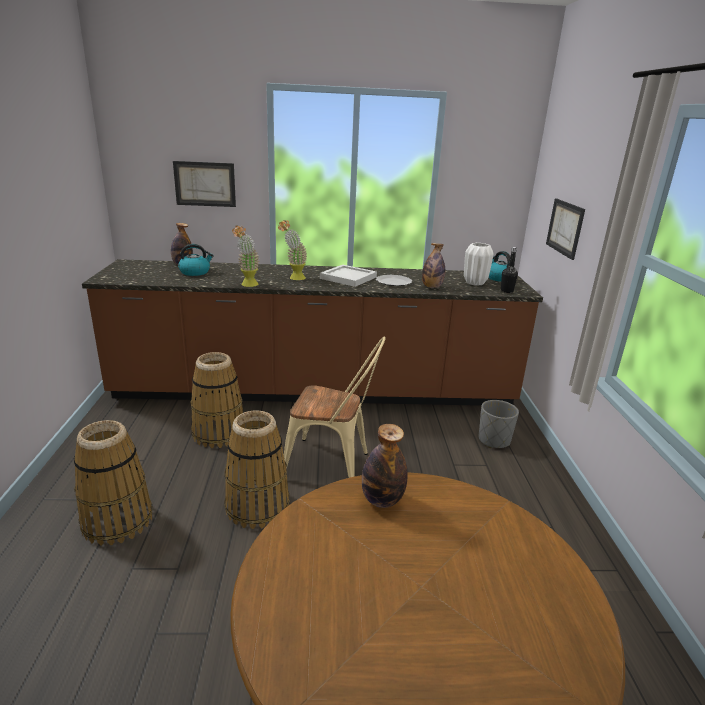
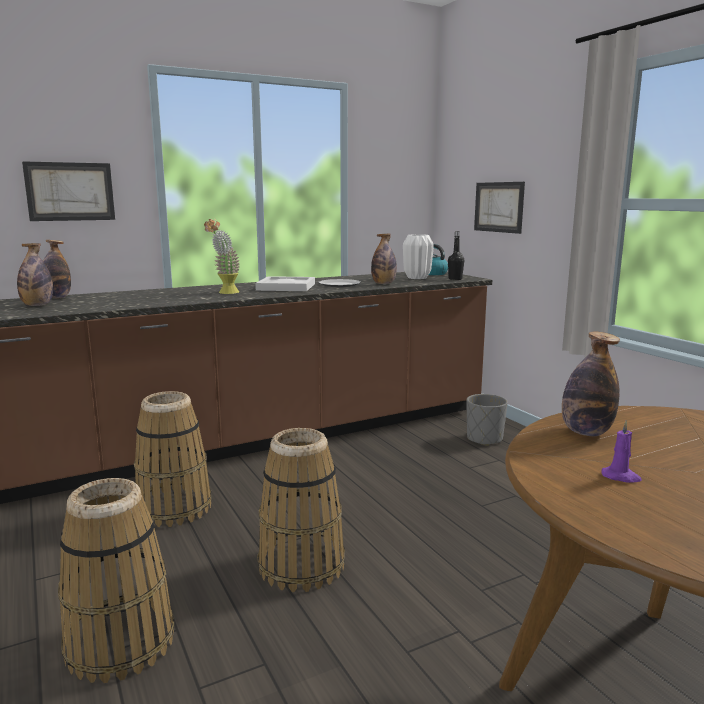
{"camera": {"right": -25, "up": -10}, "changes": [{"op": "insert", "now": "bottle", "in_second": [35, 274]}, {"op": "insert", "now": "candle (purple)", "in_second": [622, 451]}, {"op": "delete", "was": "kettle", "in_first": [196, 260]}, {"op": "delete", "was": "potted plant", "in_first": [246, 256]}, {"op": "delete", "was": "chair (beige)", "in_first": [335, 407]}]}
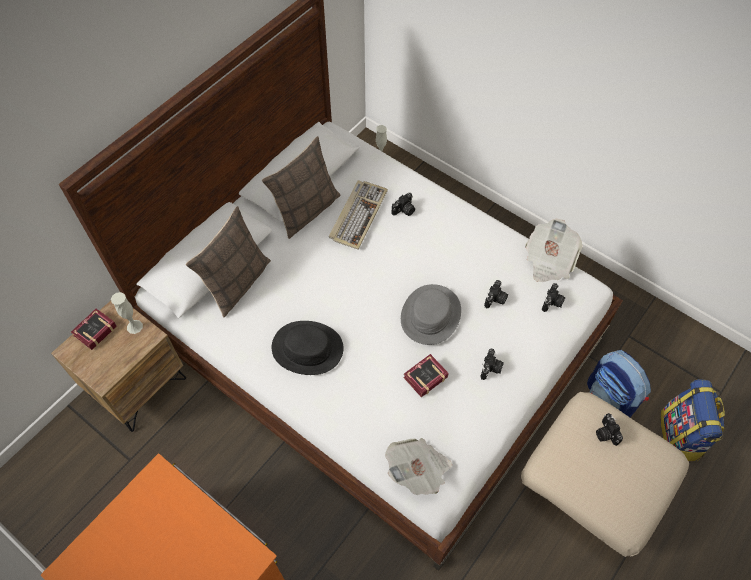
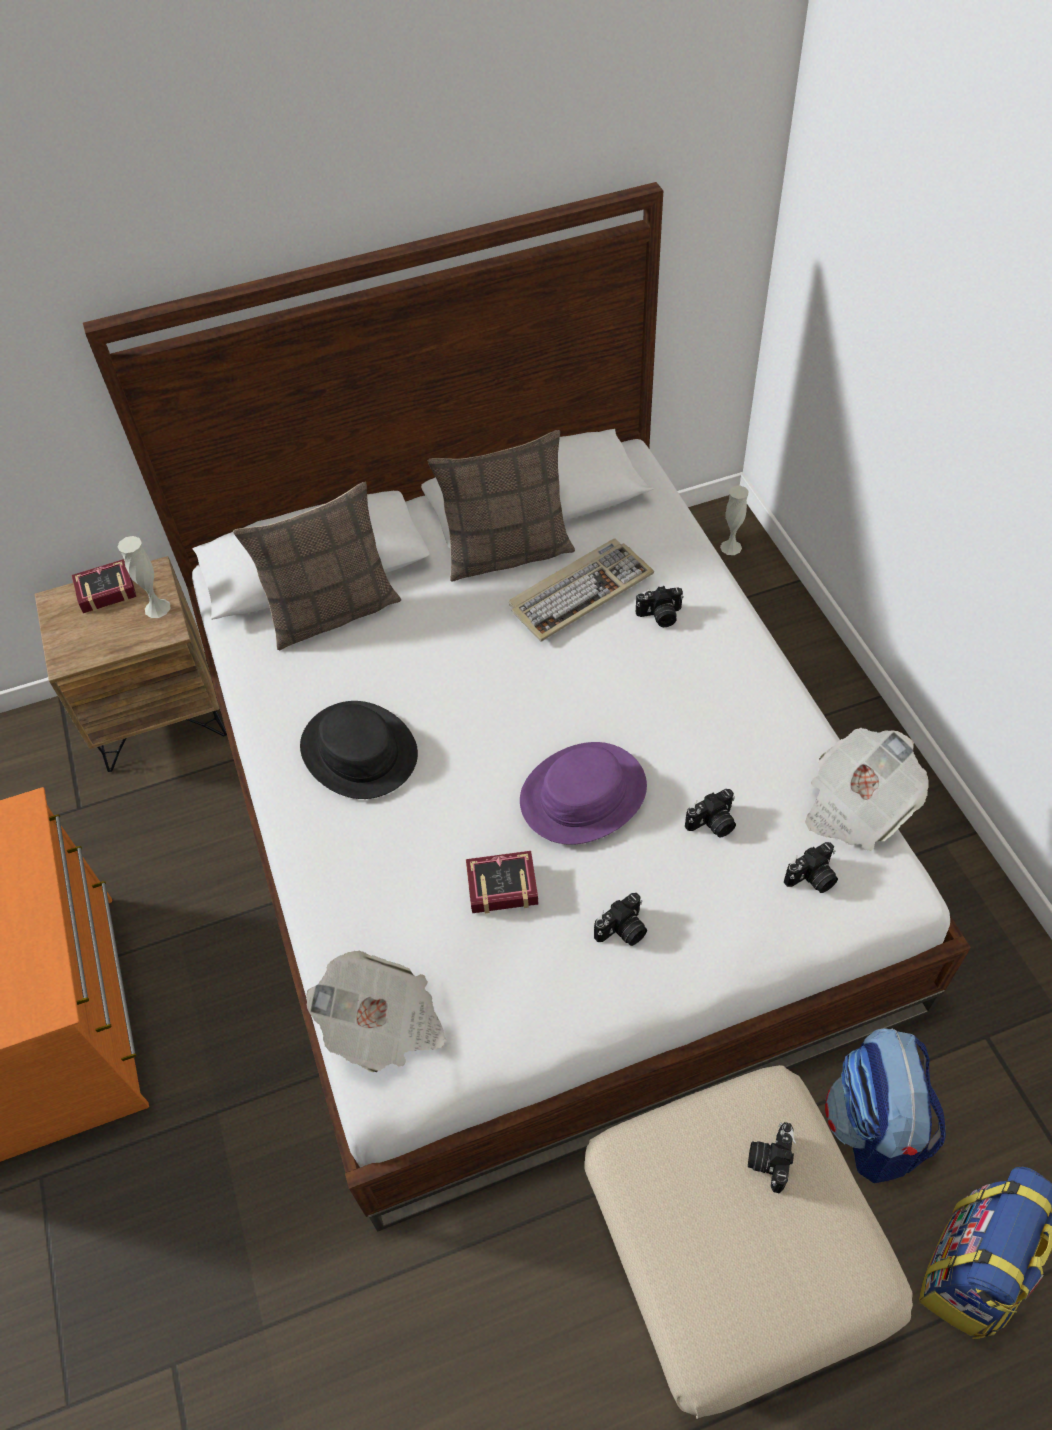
{"camera": {"right": 35, "up": -5}, "changes": [{"op": "recolor", "was": "hat (grey)", "now": "hat (purple)", "in_first": [431, 314], "in_second": [583, 793]}]}
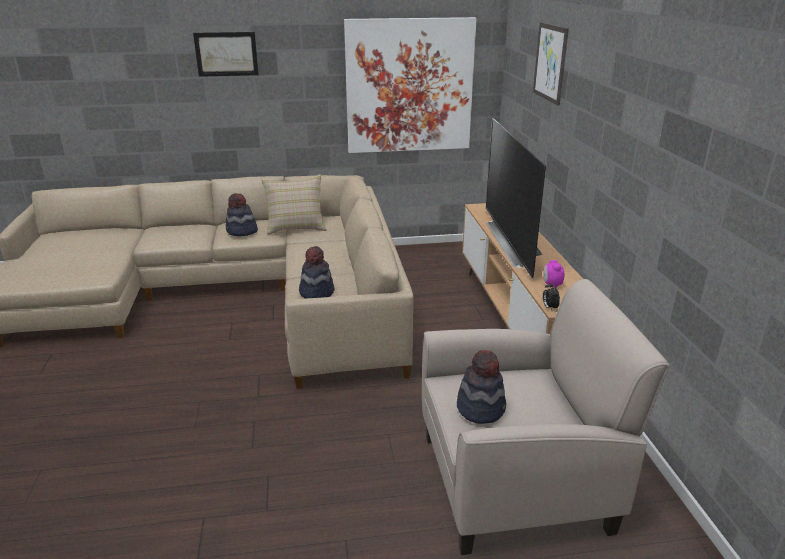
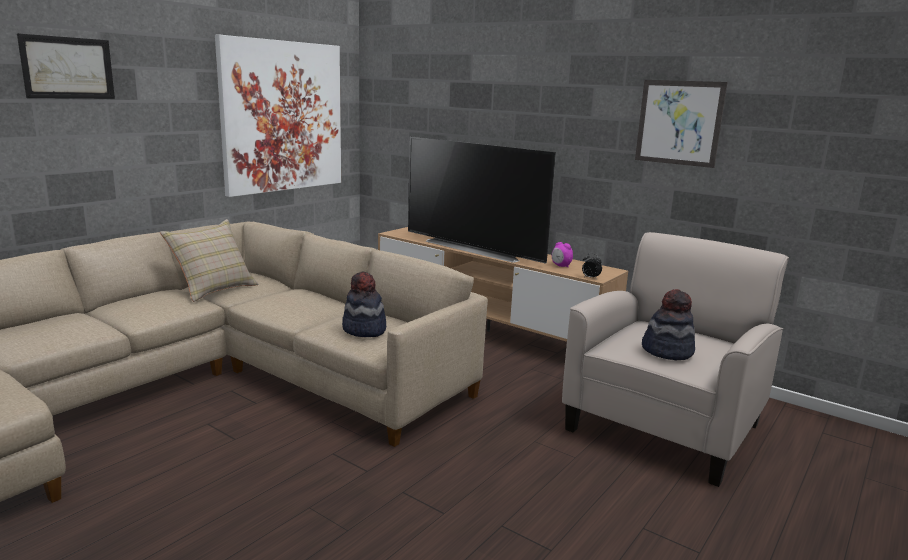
{"camera": {"right": -45, "up": -10}, "changes": [{"op": "move", "was": "picture", "in_first": [551, 64], "in_second": [681, 124]}, {"op": "delete", "was": "hat", "in_first": [242, 214]}]}
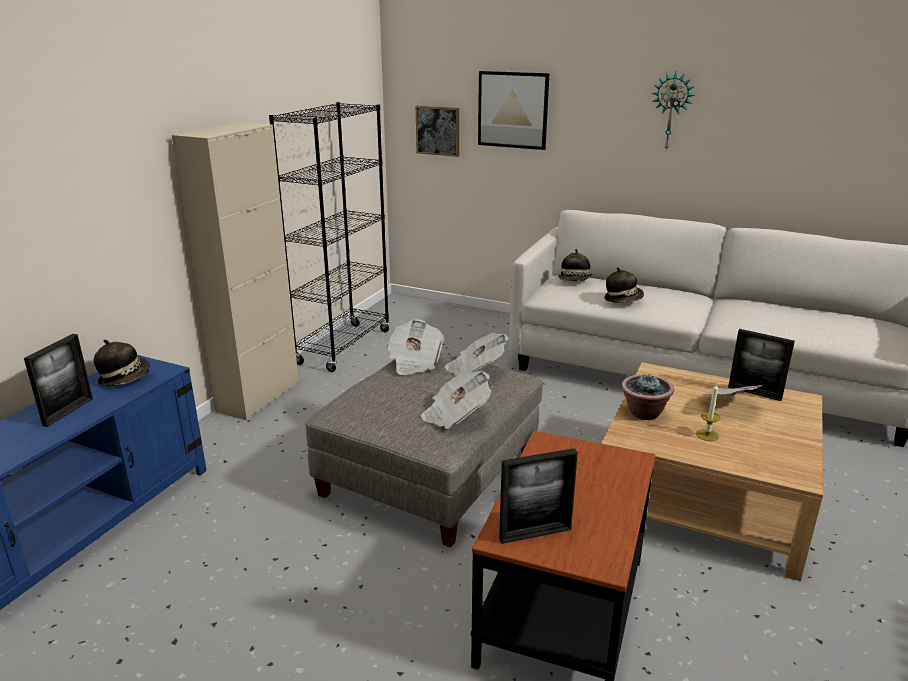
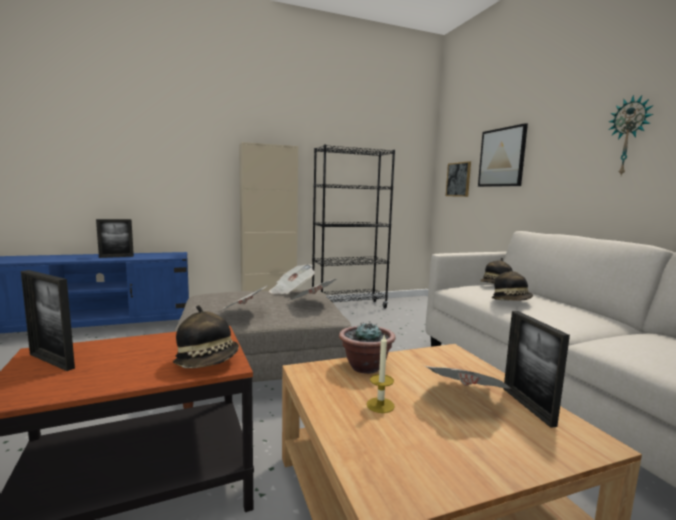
{"camera": {"right": 45, "up": -15}, "changes": [{"op": "move", "was": "hat", "in_first": [122, 362], "in_second": [206, 336]}]}
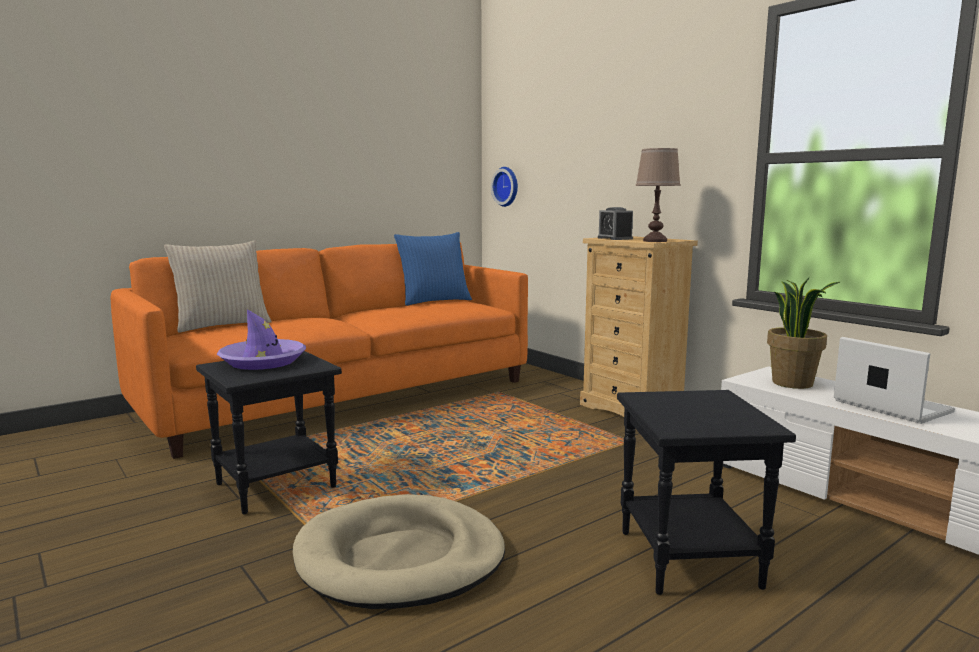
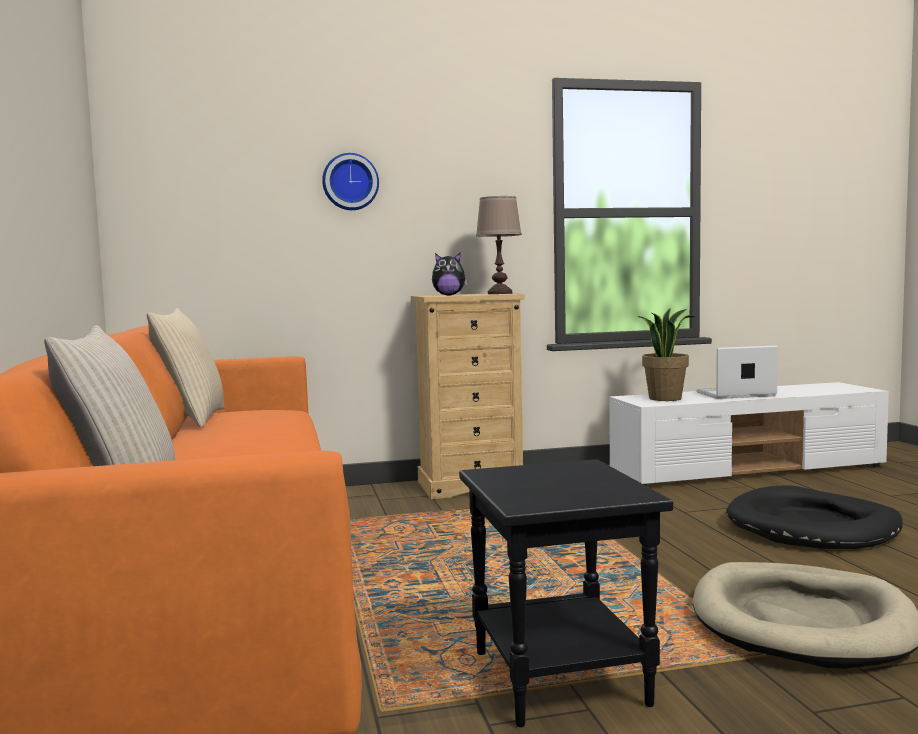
{"camera": {"right": -65, "up": -5}, "changes": [{"op": "recolor", "was": "pillow (blue)", "now": "pillow (beige)", "in_first": [433, 269], "in_second": [186, 368]}, {"op": "move", "was": "wall clock", "in_first": [504, 187], "in_second": [350, 181]}, {"op": "replace", "was": "alarm clock", "now": "plush toy", "in_first": [615, 223], "in_second": [450, 274]}, {"op": "replace", "was": "side table (black)", "now": "dog bed (black)", "in_first": [706, 492], "in_second": [814, 517]}, {"op": "delete", "was": "hat (purple)", "in_first": [261, 339]}]}
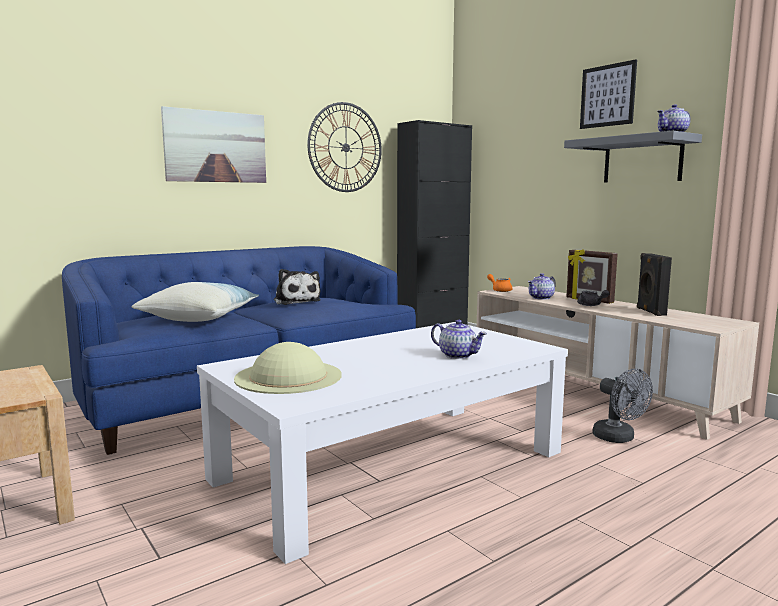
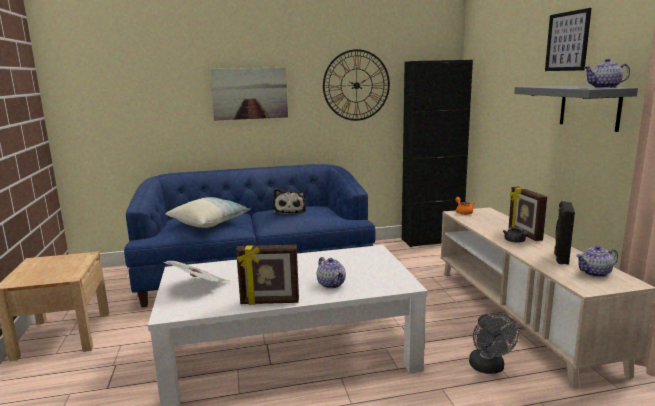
{"camera": {"right": 25, "up": 5}, "changes": [{"op": "replace", "was": "hat (beige)", "now": "newspaper", "in_first": [288, 368], "in_second": [196, 271]}, {"op": "insert", "now": "picture frame", "in_second": [267, 275]}, {"op": "move", "was": "teapot", "in_first": [542, 286], "in_second": [597, 261]}]}
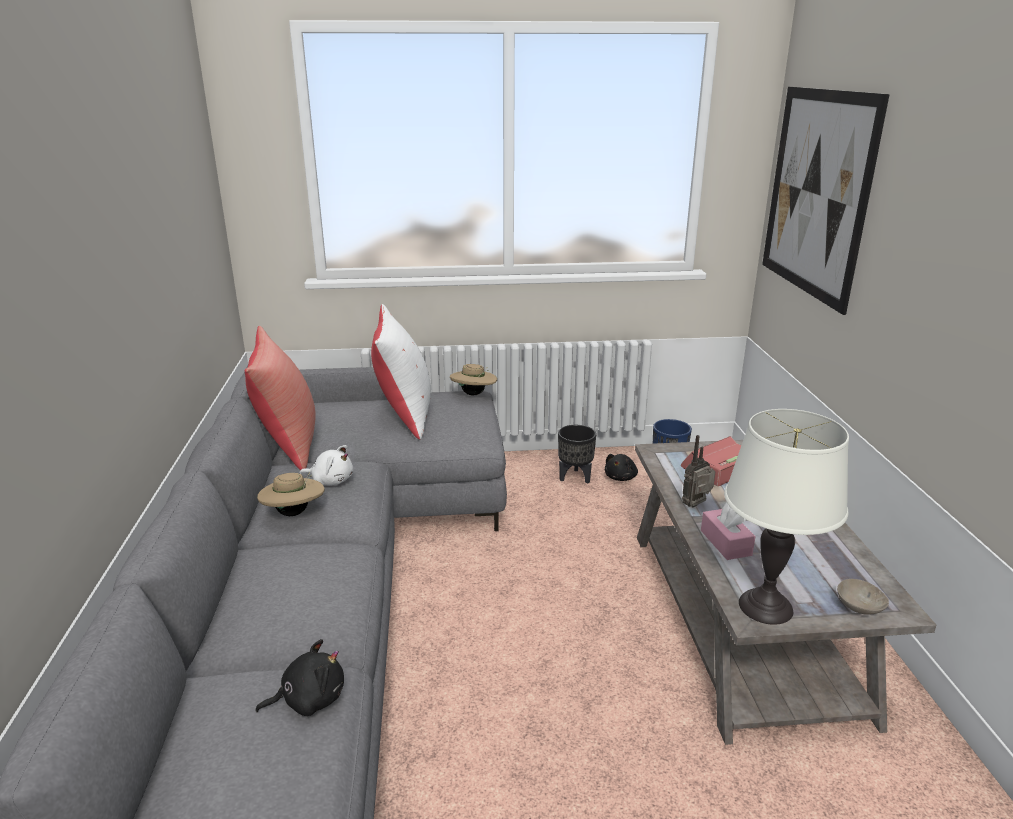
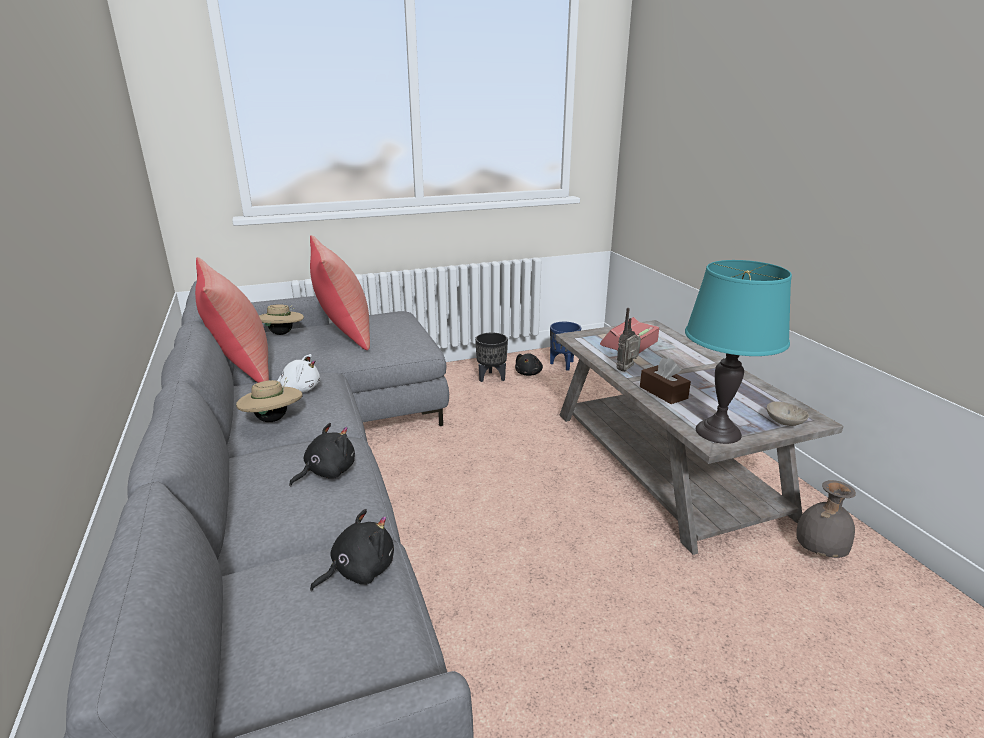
{"camera": {"right": -15, "up": 0}, "changes": [{"op": "move", "was": "hat (beige)", "in_first": [473, 380], "in_second": [281, 319]}, {"op": "insert", "now": "plush toy (black)", "in_second": [322, 454]}, {"op": "recolor", "was": "pillow (white)", "now": "pillow (red)", "in_first": [401, 371], "in_second": [340, 292]}, {"op": "recolor", "was": "tissue box (pink)", "now": "tissue box (brown)", "in_first": [728, 531], "in_second": [665, 381]}, {"op": "recolor", "was": "table lamp (white)", "now": "table lamp (turquoise)", "in_first": [786, 517], "in_second": [738, 352]}, {"op": "insert", "now": "vase (grey)", "in_second": [826, 519]}, {"op": "delete", "was": "picture", "in_first": [826, 201]}]}
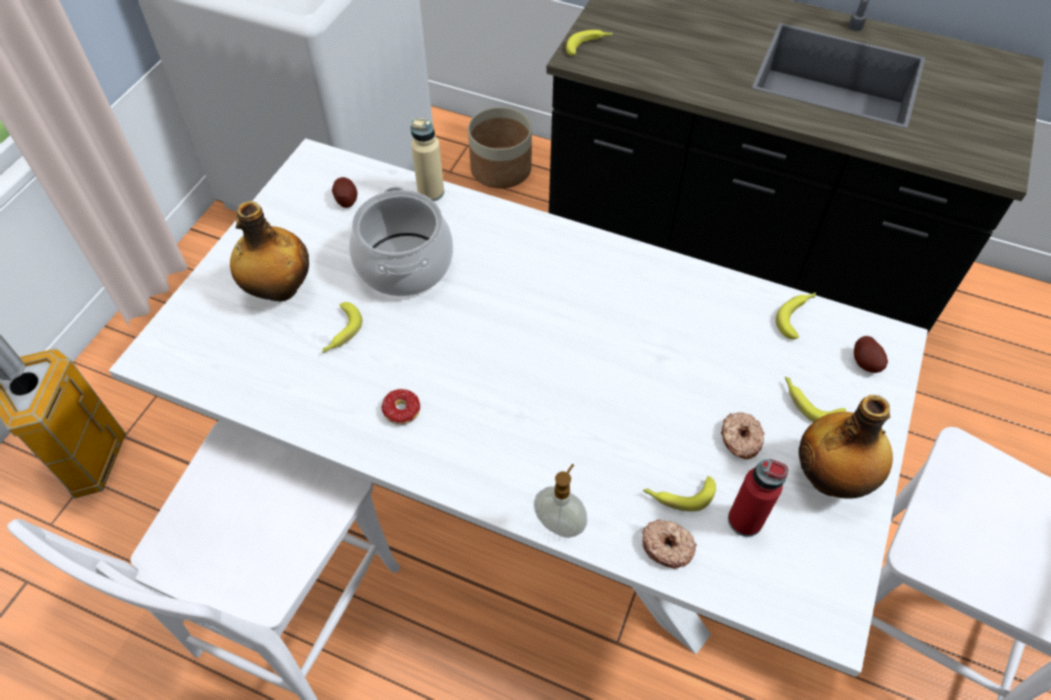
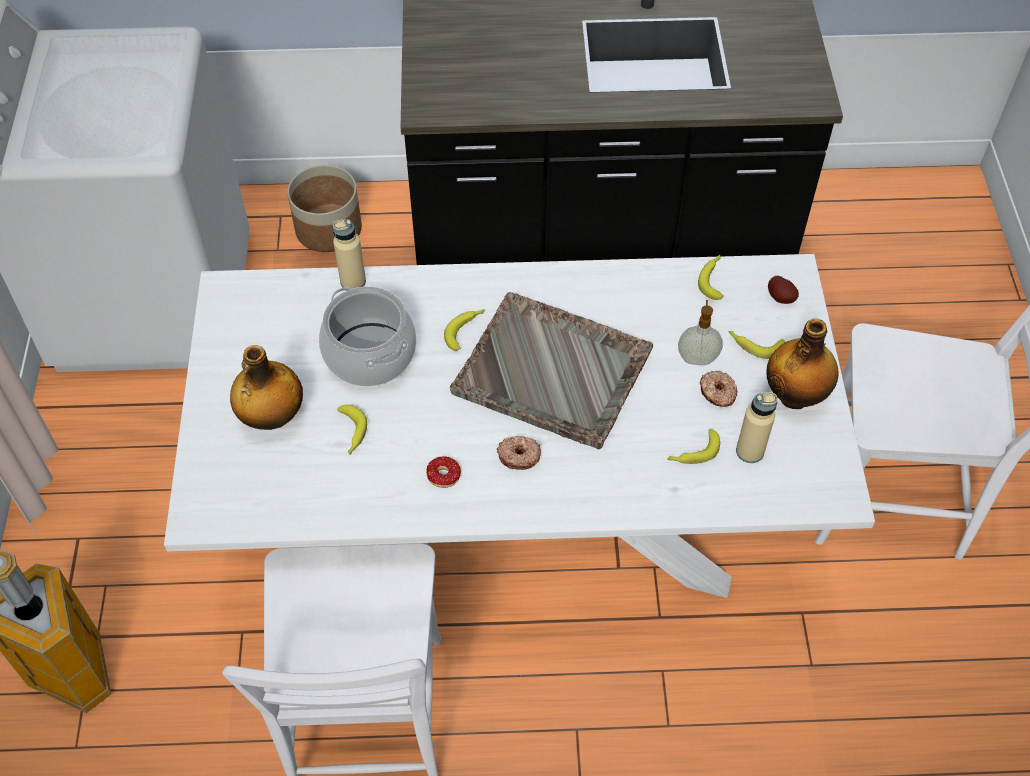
{"camera": {"right": -25, "up": 0}, "changes": [{"op": "move", "was": "banana", "in_first": [589, 43], "in_second": [464, 330]}, {"op": "insert", "now": "tray (grey)", "in_second": [551, 370]}, {"op": "move", "was": "donut", "in_first": [669, 544], "in_second": [519, 453]}, {"op": "move", "was": "soap dispenser", "in_first": [560, 501], "in_second": [700, 332]}, {"op": "recolor", "was": "bottle (red)", "now": "bottle (beige)", "in_first": [758, 498], "in_second": [756, 428]}, {"op": "delete", "was": "potato", "in_first": [345, 192]}]}
